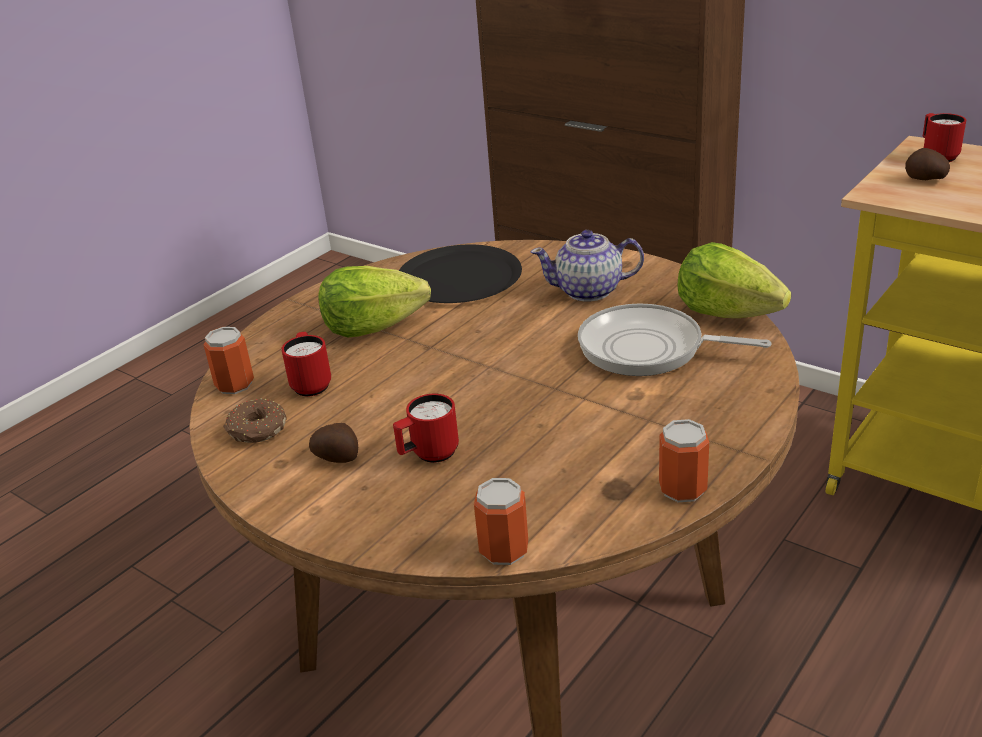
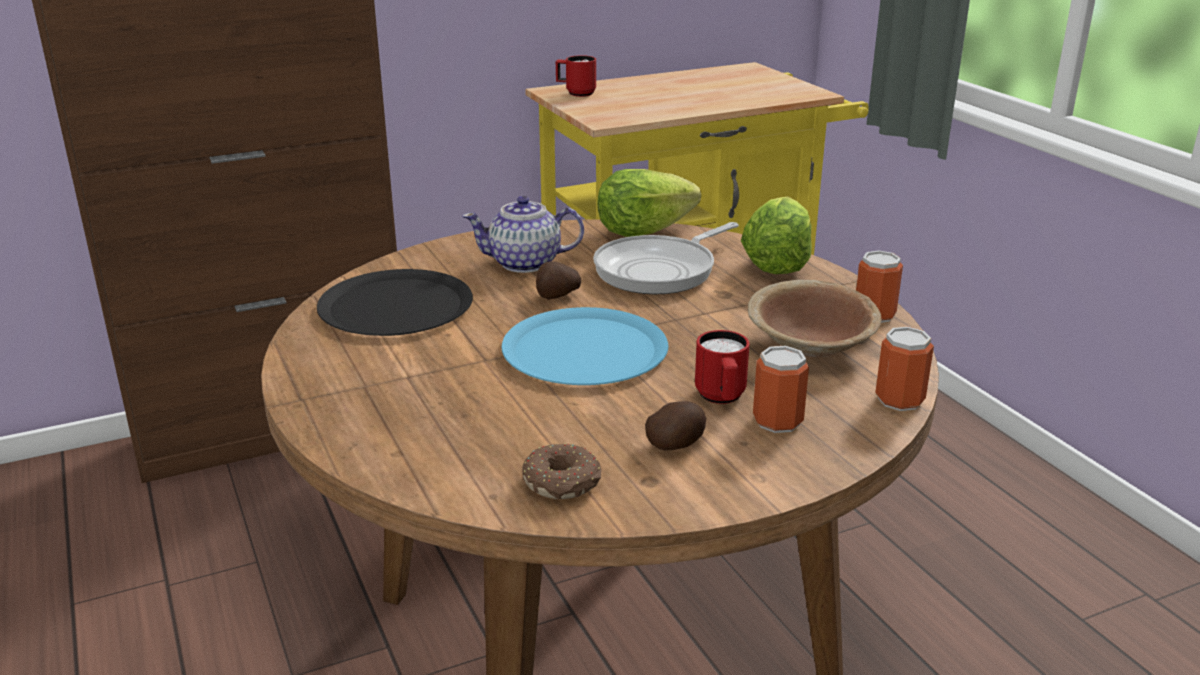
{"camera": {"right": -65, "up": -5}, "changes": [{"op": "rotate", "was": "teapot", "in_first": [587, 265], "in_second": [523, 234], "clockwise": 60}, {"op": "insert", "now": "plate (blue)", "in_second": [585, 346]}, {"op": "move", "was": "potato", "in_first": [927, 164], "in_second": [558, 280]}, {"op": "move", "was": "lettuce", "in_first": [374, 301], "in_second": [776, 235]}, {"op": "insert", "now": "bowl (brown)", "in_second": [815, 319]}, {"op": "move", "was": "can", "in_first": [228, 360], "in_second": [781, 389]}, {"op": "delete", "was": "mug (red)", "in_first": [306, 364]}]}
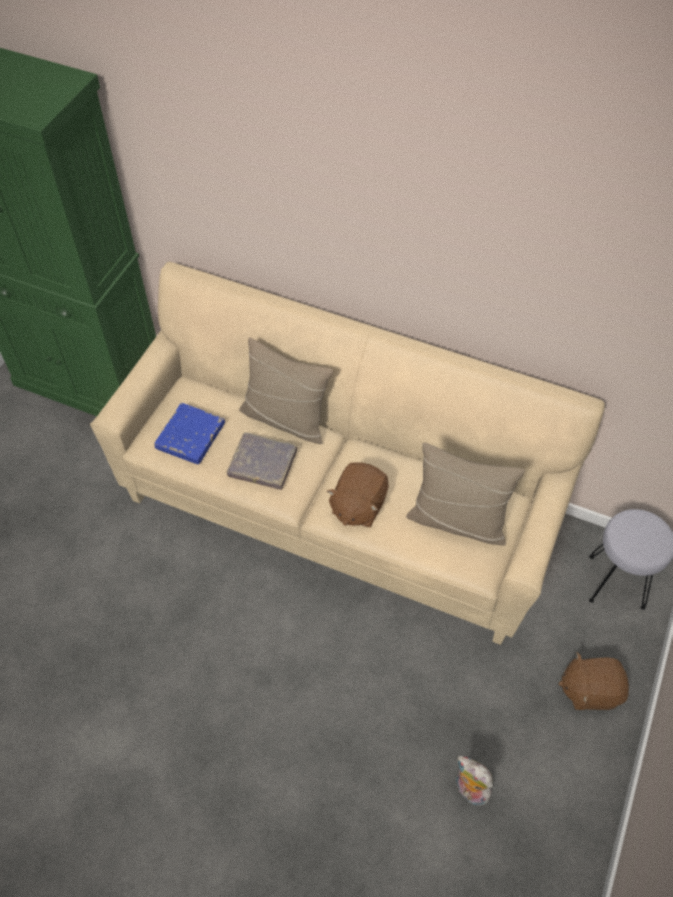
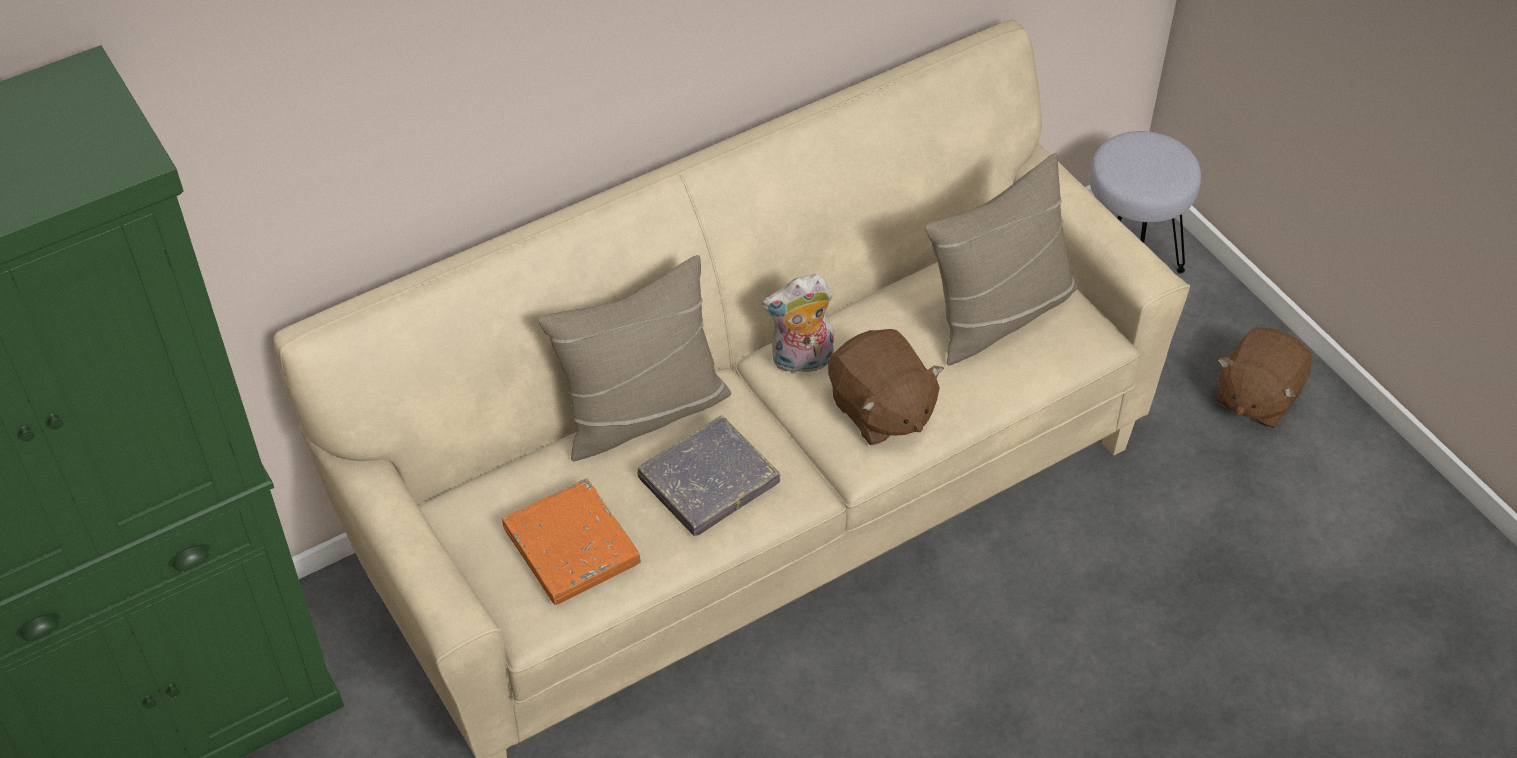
{"camera": {"right": -55, "up": -5}, "changes": [{"op": "recolor", "was": "book (blue)", "now": "book (orange)", "in_first": [189, 434], "in_second": [571, 541]}, {"op": "move", "was": "plush toy", "in_first": [474, 781], "in_second": [798, 324]}]}
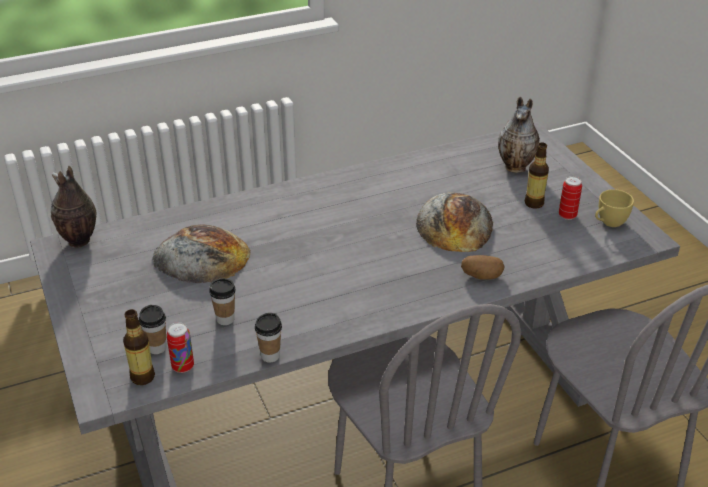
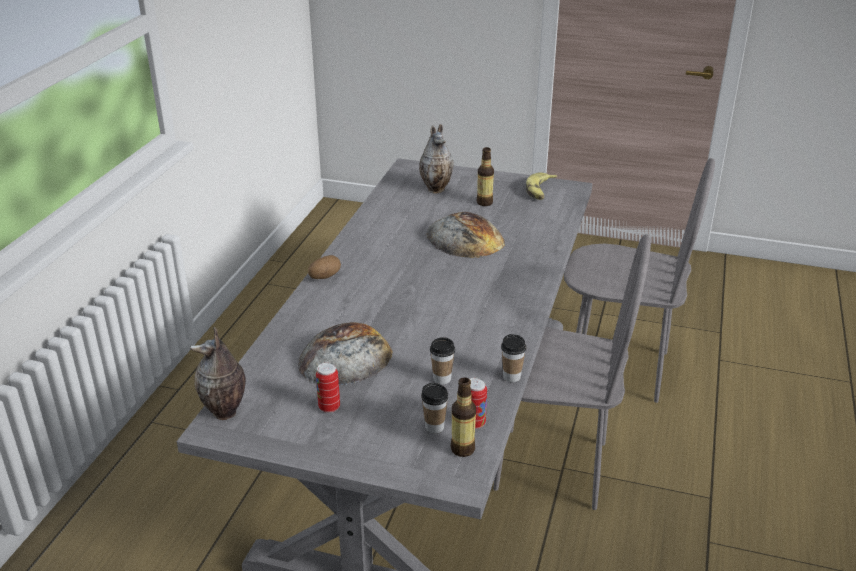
{"camera": {"right": -50, "up": -5}, "changes": [{"op": "move", "was": "potato", "in_first": [482, 267], "in_second": [324, 267]}, {"op": "move", "was": "can", "in_first": [570, 198], "in_second": [328, 387]}, {"op": "replace", "was": "cup (yellow)", "now": "banana", "in_first": [614, 208], "in_second": [541, 186]}]}
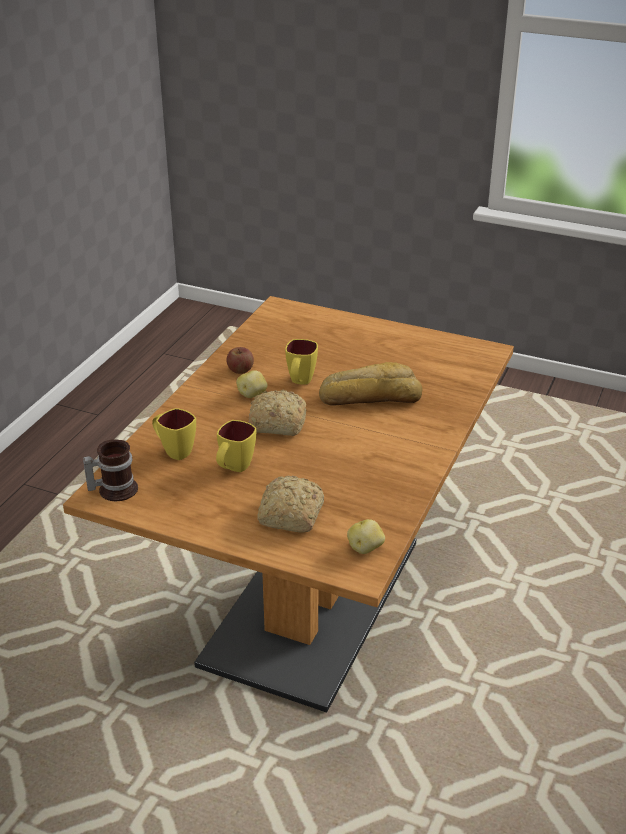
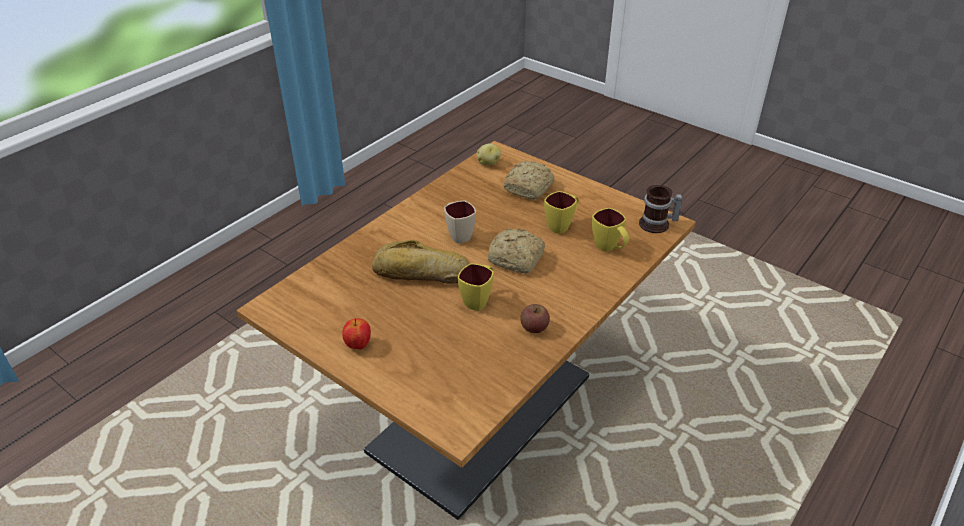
{"camera": {"right": -165, "up": 5}, "changes": [{"op": "insert", "now": "apple", "in_second": [356, 334]}, {"op": "insert", "now": "mug (beige)", "in_second": [460, 222]}, {"op": "delete", "was": "potato", "in_first": [252, 384]}]}
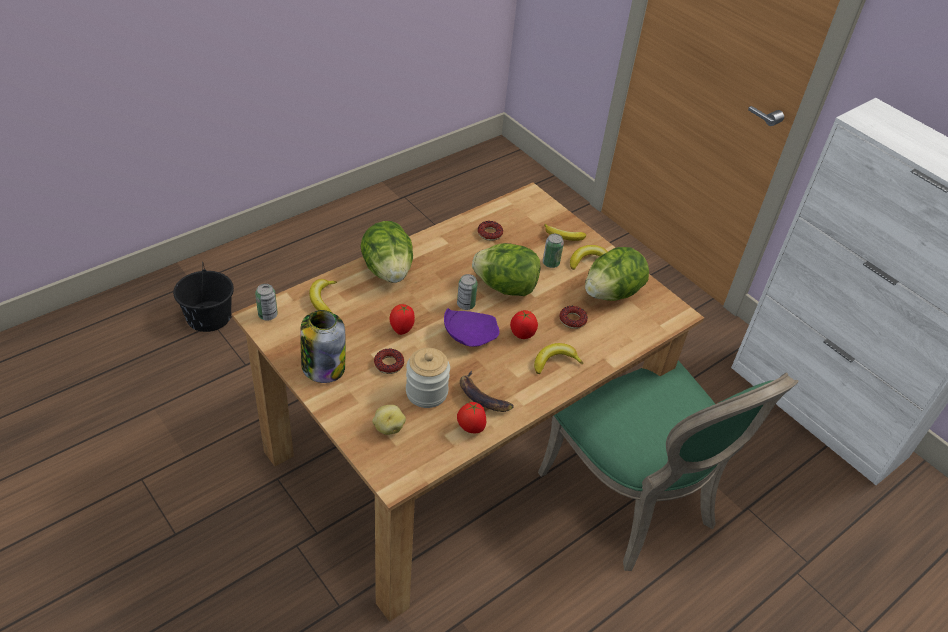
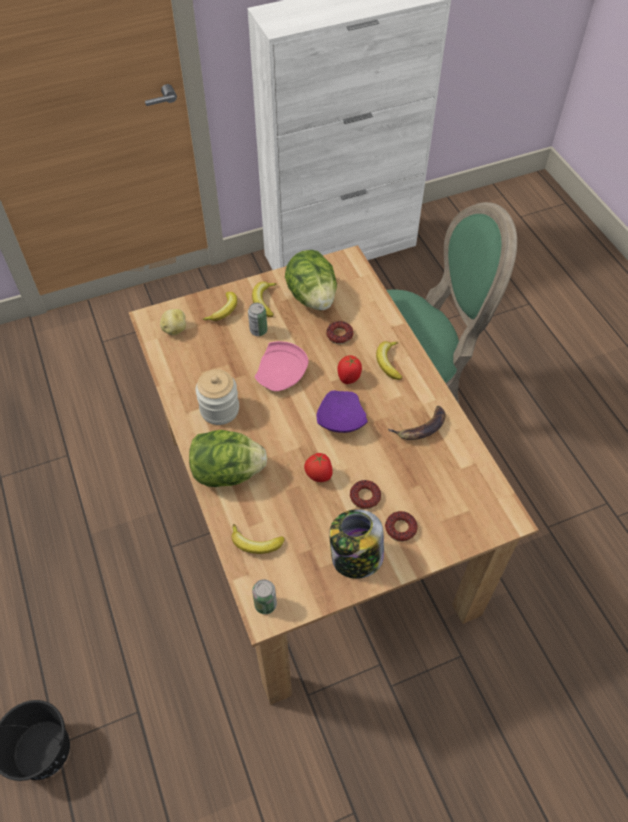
{"camera": {"right": -70, "up": 10}, "changes": [{"op": "move", "was": "potato", "in_first": [389, 420], "in_second": [173, 322]}, {"op": "move", "was": "jar", "in_first": [428, 378], "in_second": [217, 397]}, {"op": "replace", "was": "lettuce", "now": "plate (pink)", "in_first": [506, 269], "in_second": [282, 366]}, {"op": "move", "was": "donut", "in_first": [490, 231], "in_second": [401, 526]}, {"op": "delete", "was": "can", "in_first": [467, 292]}, {"op": "delete", "was": "tomato", "in_first": [471, 417]}]}
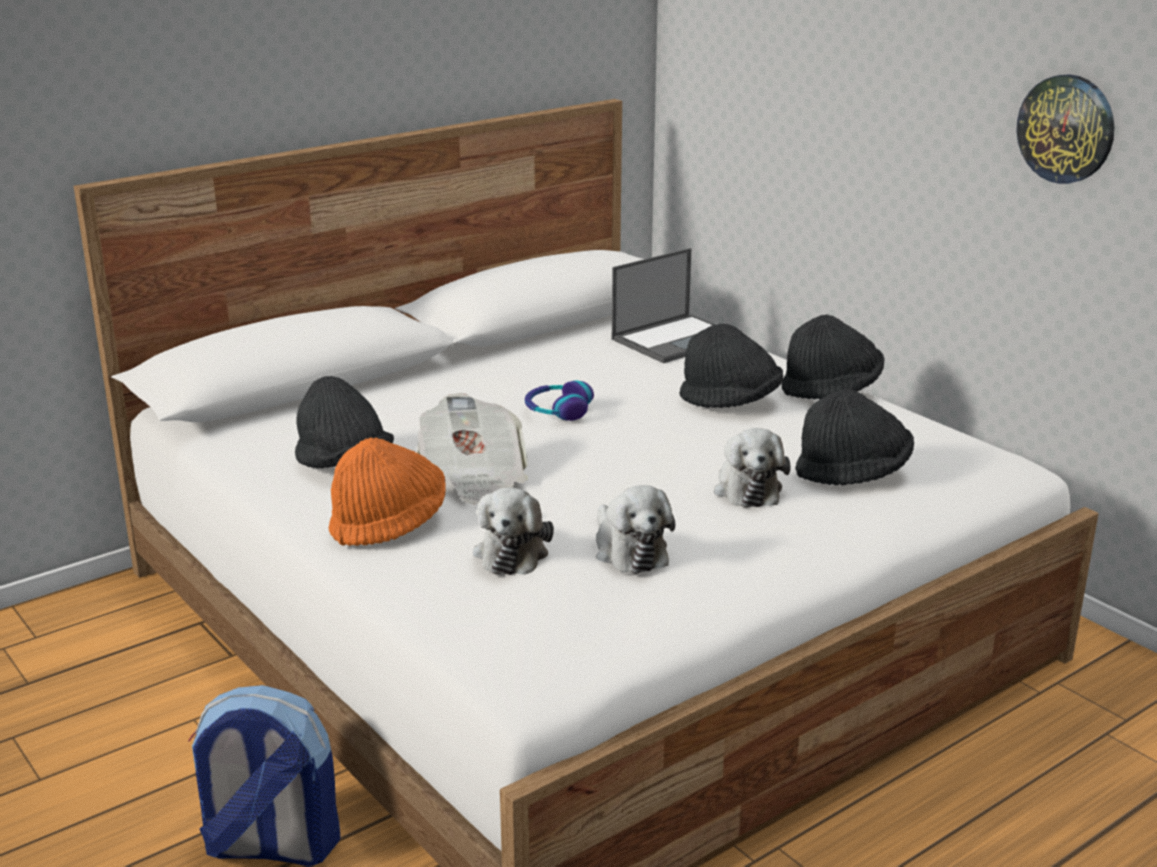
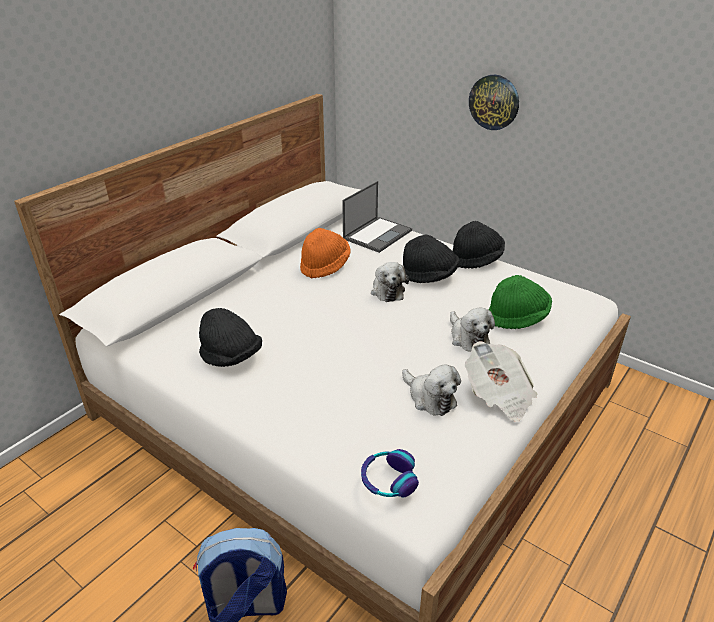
{"camera": {"right": -15, "up": 10}, "changes": [{"op": "move", "was": "hat (orange)", "in_first": [387, 491], "in_second": [325, 253]}, {"op": "move", "was": "headphones", "in_first": [559, 400], "in_second": [390, 473]}, {"op": "move", "was": "plush toy", "in_first": [513, 531], "in_second": [390, 282]}, {"op": "move", "was": "newspaper", "in_first": [472, 449], "in_second": [501, 381]}, {"op": "move", "was": "wall clock", "in_first": [1065, 129], "in_second": [494, 102]}, {"op": "recolor", "was": "hat (black)", "now": "hat (green)", "in_first": [854, 437], "in_second": [520, 302]}]}
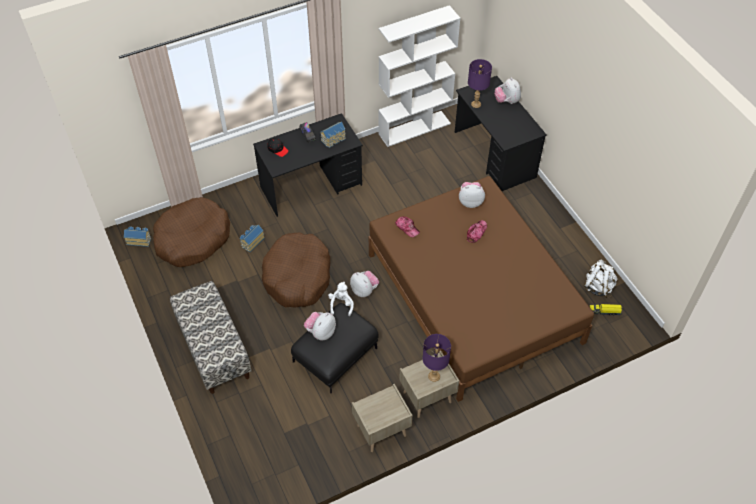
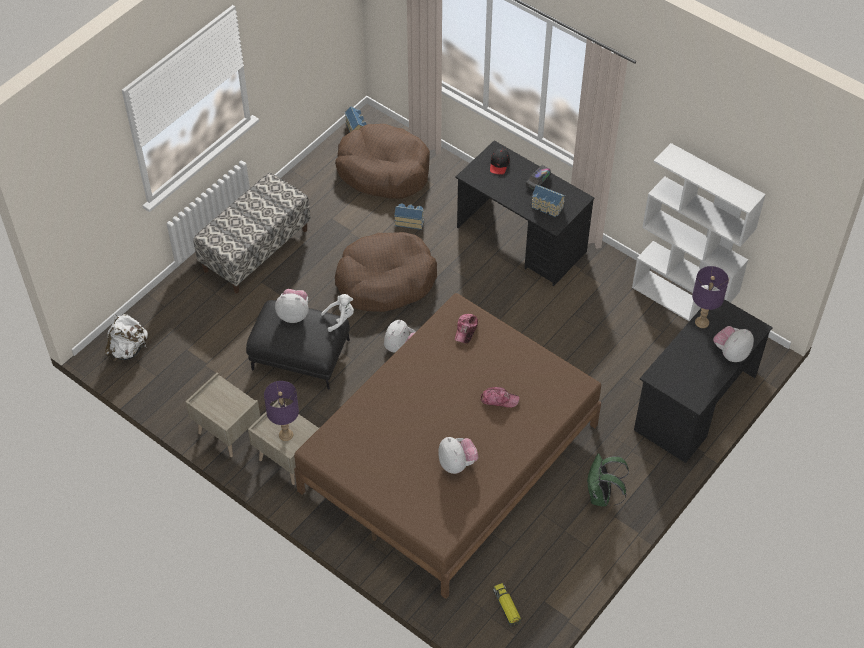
{"camera": {"right": 65, "up": 0}, "changes": [{"op": "move", "was": "backpack (white)", "in_first": [601, 278], "in_second": [126, 337]}, {"op": "move", "was": "plush toy", "in_first": [472, 195], "in_second": [458, 455]}, {"op": "insert", "now": "backpack (green)", "in_second": [607, 480]}]}
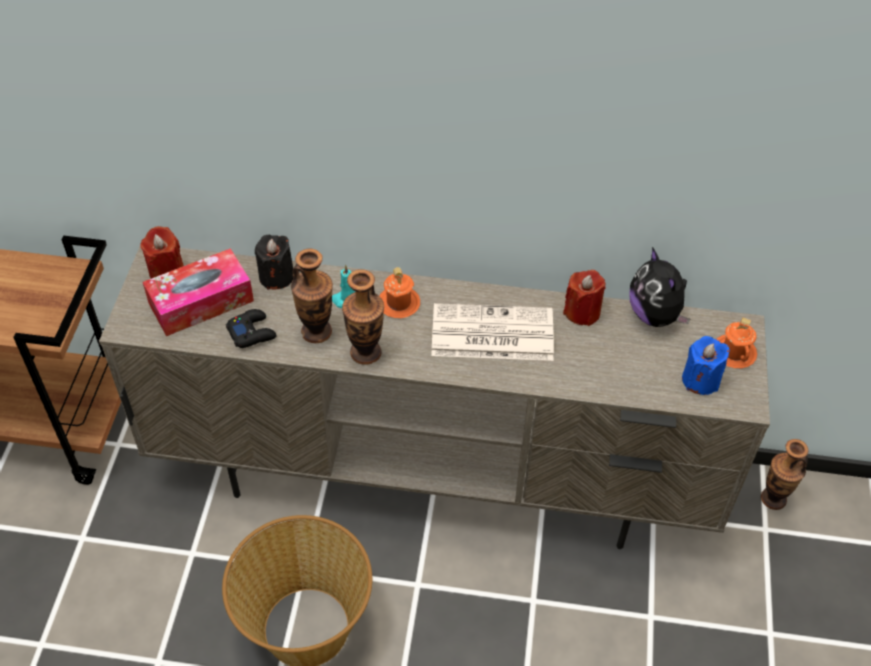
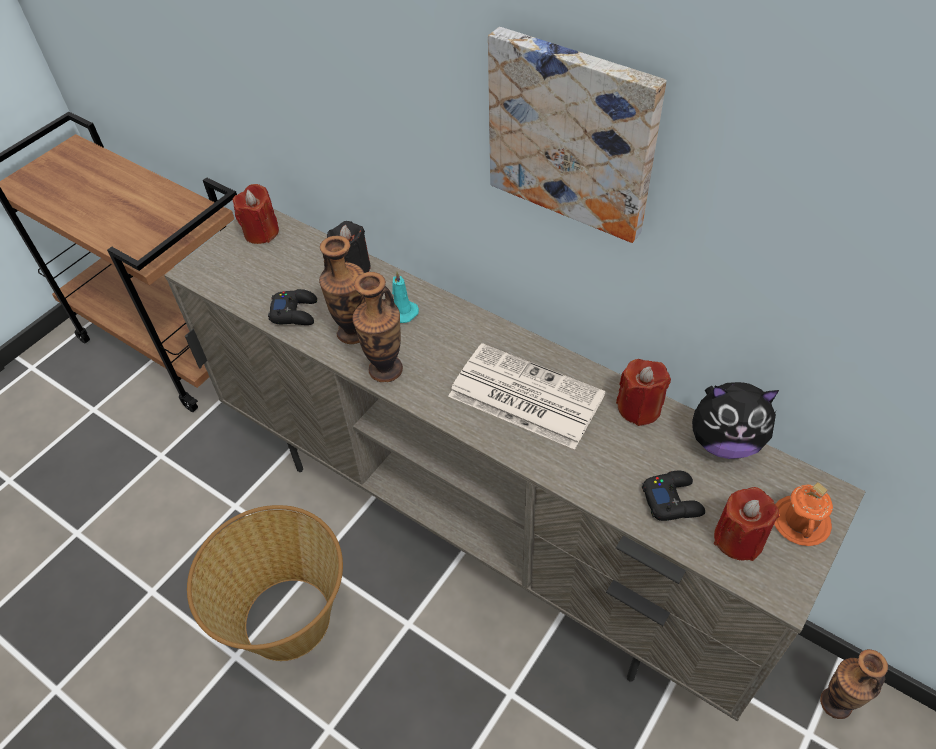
{"camera": {"right": 30, "up": 0}, "changes": [{"op": "insert", "now": "picture", "in_second": [577, 135]}, {"op": "insert", "now": "game controller (black)", "in_second": [673, 496]}, {"op": "rotate", "was": "plush toy", "in_first": [659, 287], "in_second": [735, 420], "clockwise": -90}, {"op": "recolor", "was": "candle (blue)", "now": "candle (red)", "in_first": [706, 365], "in_second": [746, 524]}, {"op": "delete", "was": "tissue box", "in_first": [198, 292]}, {"op": "delete", "was": "mug (orange)", "in_first": [399, 292]}]}
